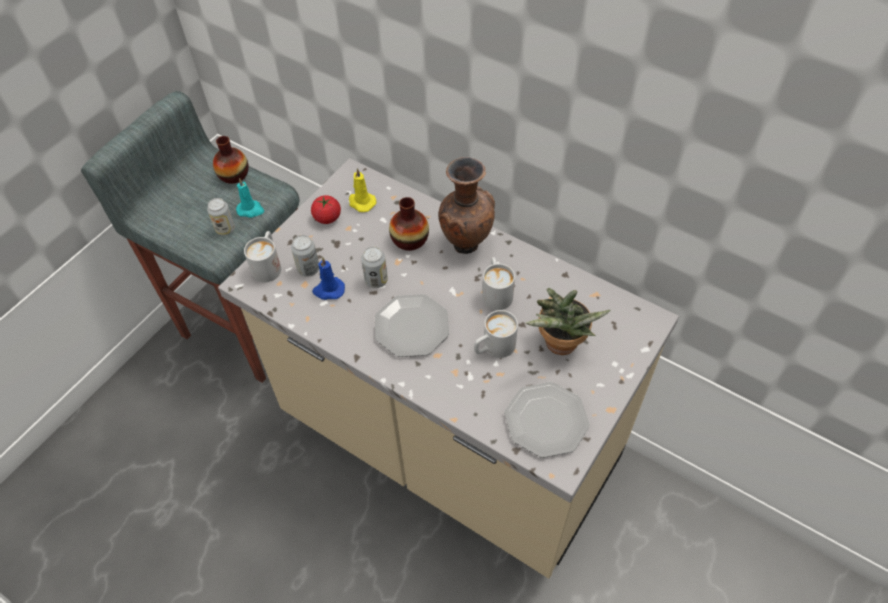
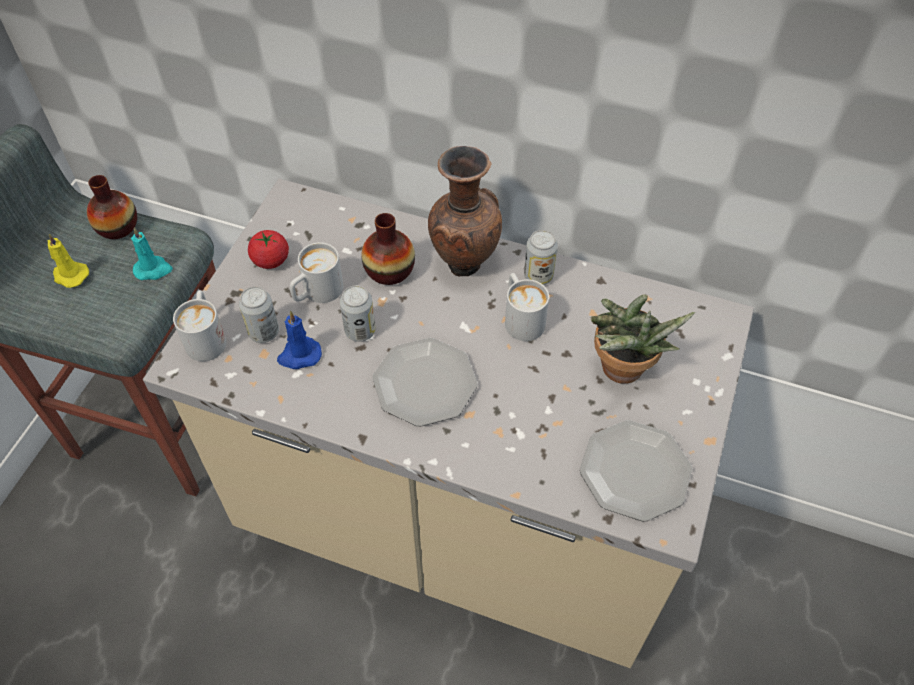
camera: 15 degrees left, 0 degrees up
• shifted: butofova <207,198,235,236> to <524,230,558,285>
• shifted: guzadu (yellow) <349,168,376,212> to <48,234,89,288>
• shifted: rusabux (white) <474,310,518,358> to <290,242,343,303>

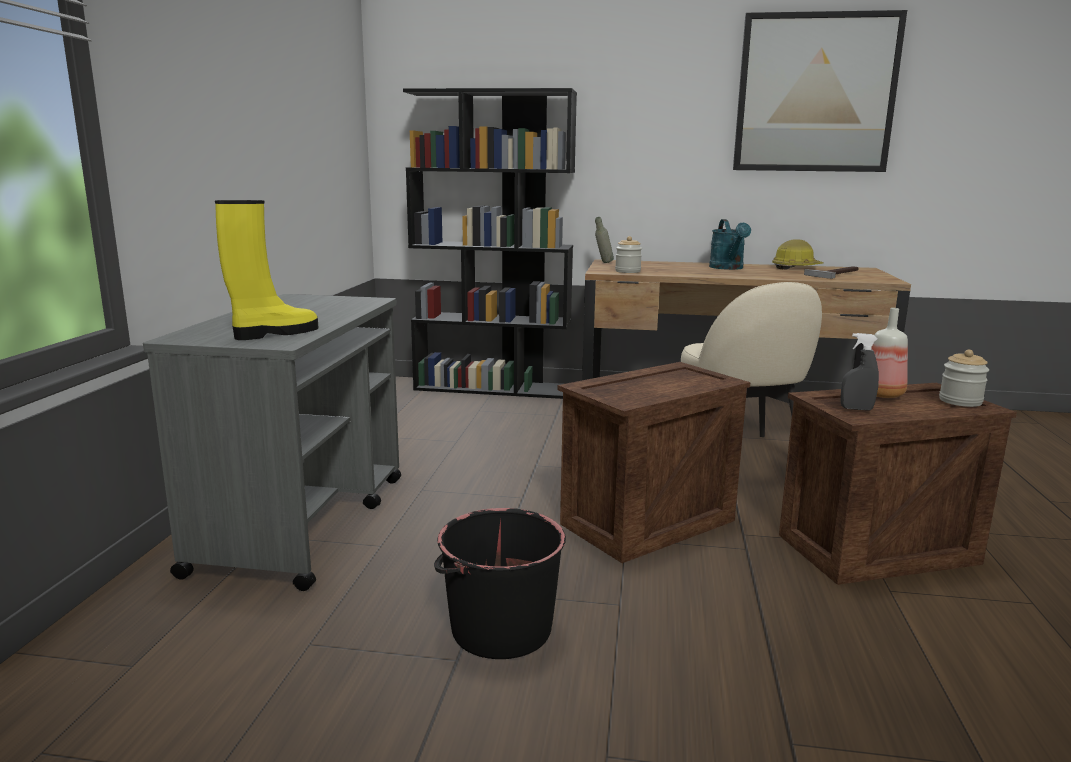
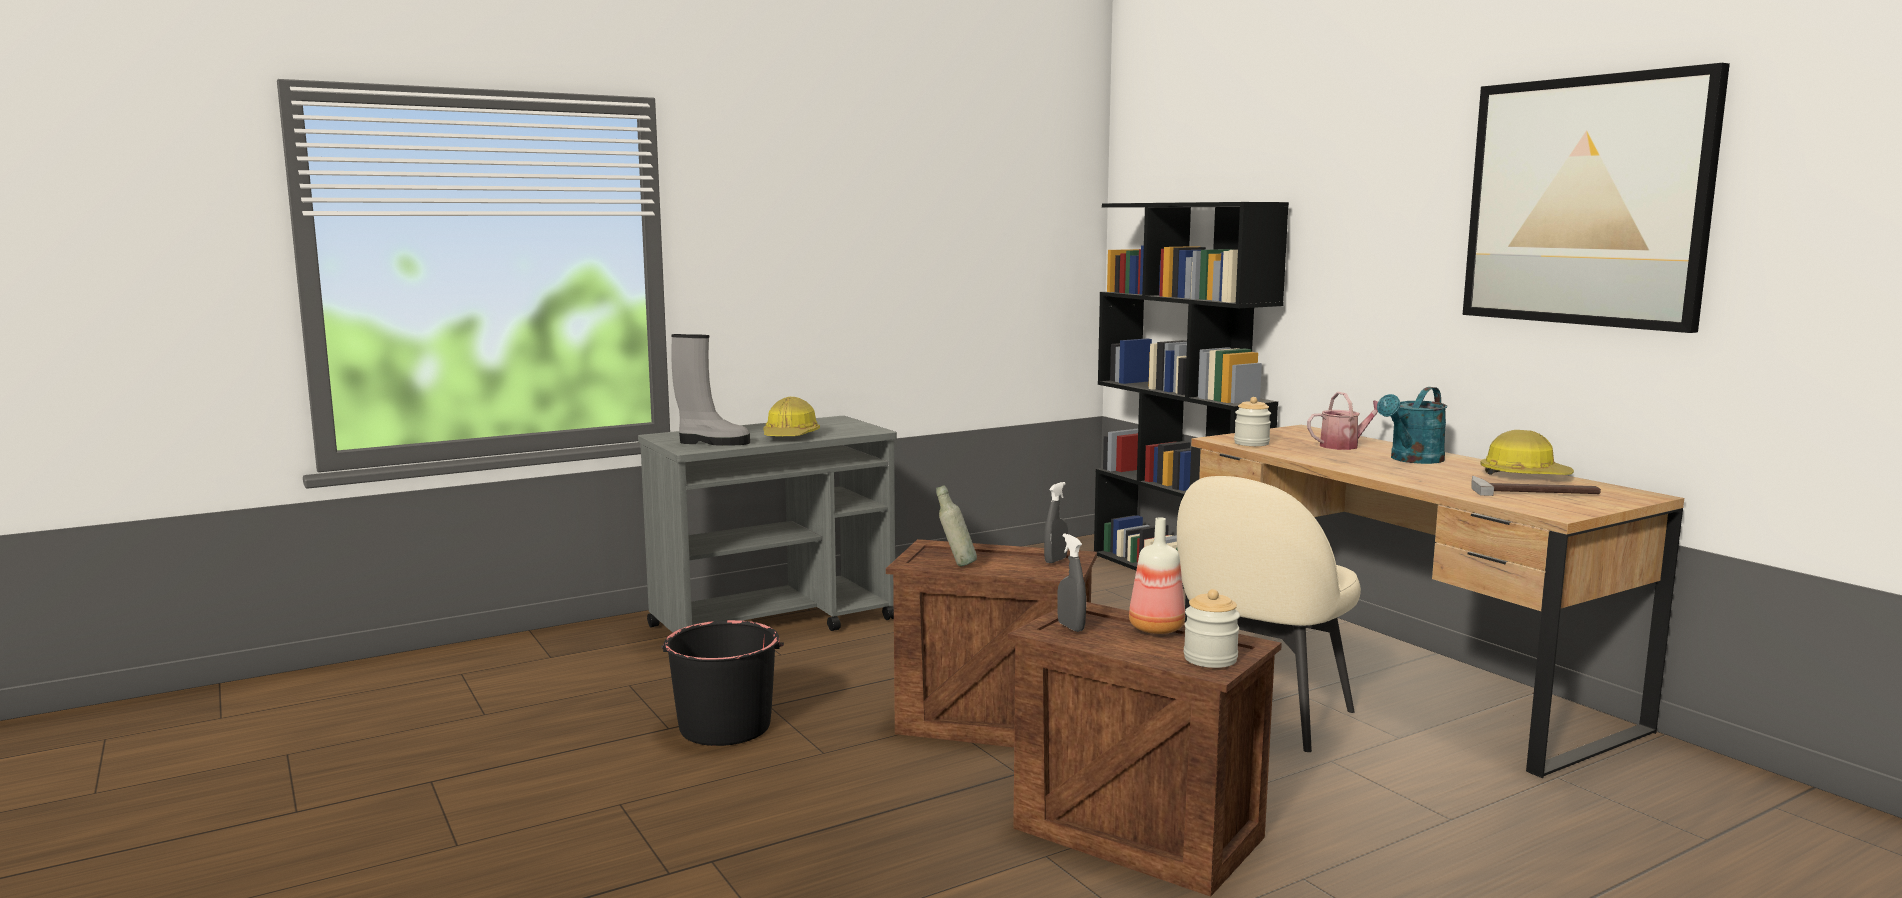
camera: 50 degrees right, 5 degrees down
• repainted: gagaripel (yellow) <215,200,318,340> to gagaripel (grey) <671,334,750,446>
• shifted: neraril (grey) <595,217,614,263> to <936,485,977,566>
• new: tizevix <763,397,820,436>
• new: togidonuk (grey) <1044,482,1068,563>
• new: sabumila <1307,392,1378,450>

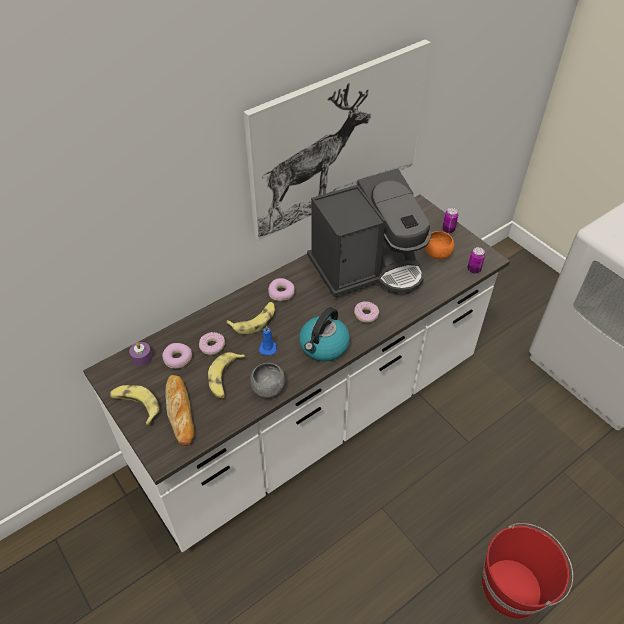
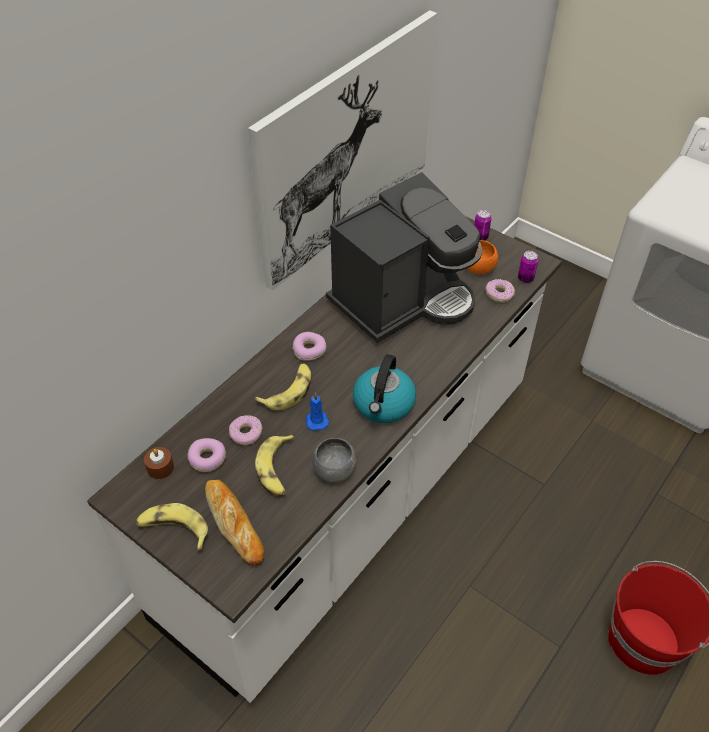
camera: 15 degrees left, 0 degrees up
• repainted: guzadu (purple) <129,342,152,366> to guzadu (brown) <144,447,174,479>
• shifted: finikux <354,301,379,323> to <485,279,515,303>

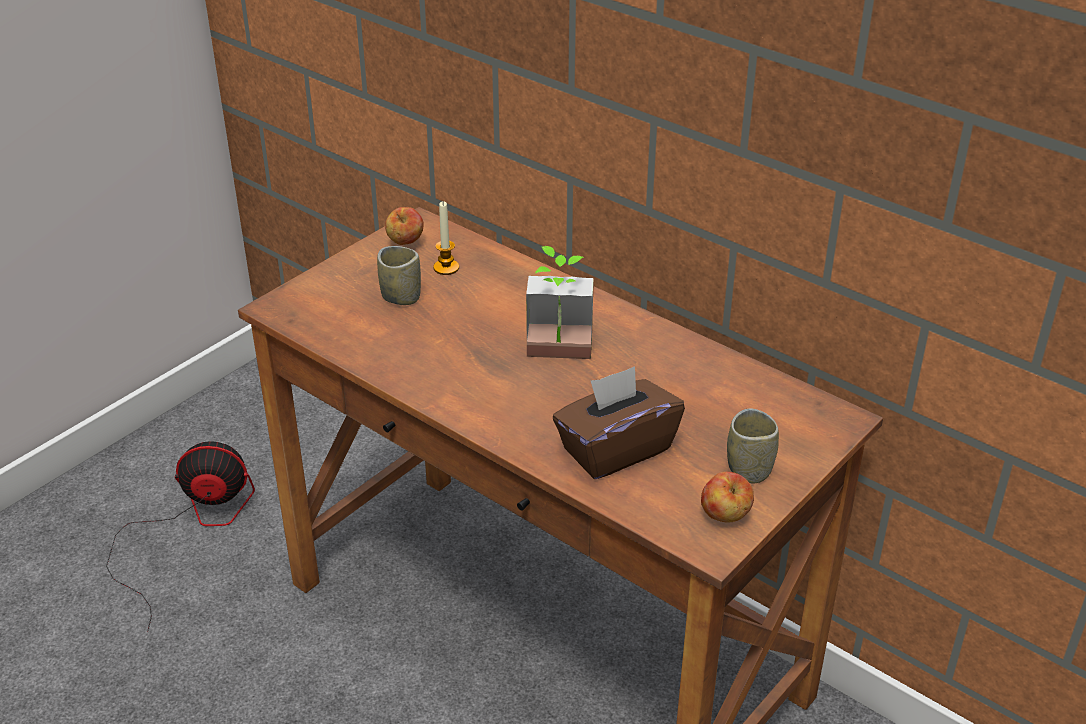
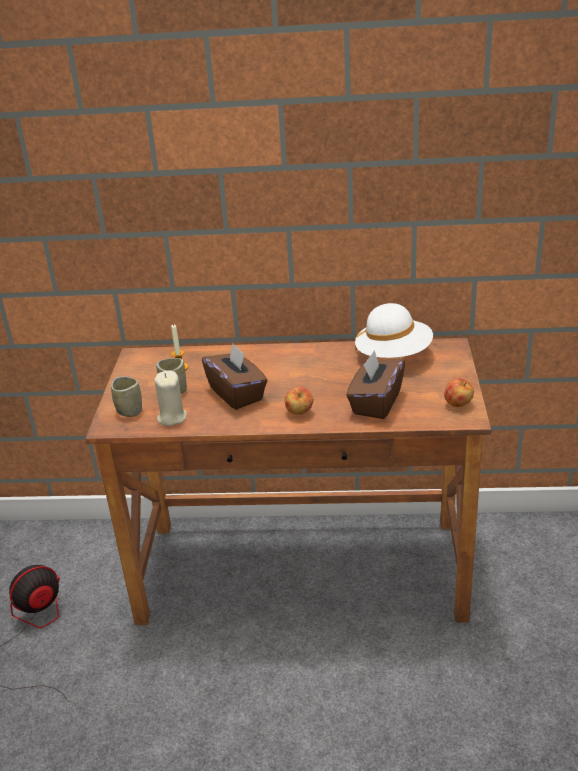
camera: 35 degrees left, 5 degrees down
• shifted: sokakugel <385,207,424,245> to <285,387,313,415>
• gone: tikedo <526,246,594,359>
• shifted: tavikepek <727,408,779,483> to <111,377,142,417>
• new: guzadu (beige) <154,370,187,426>
• new: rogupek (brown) <202,344,268,410>
• new: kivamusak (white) <355,303,433,358>

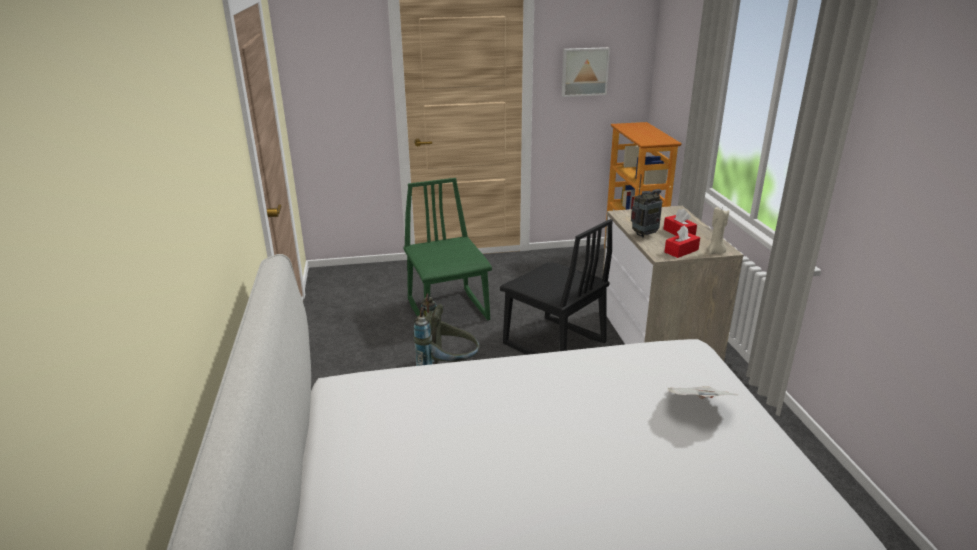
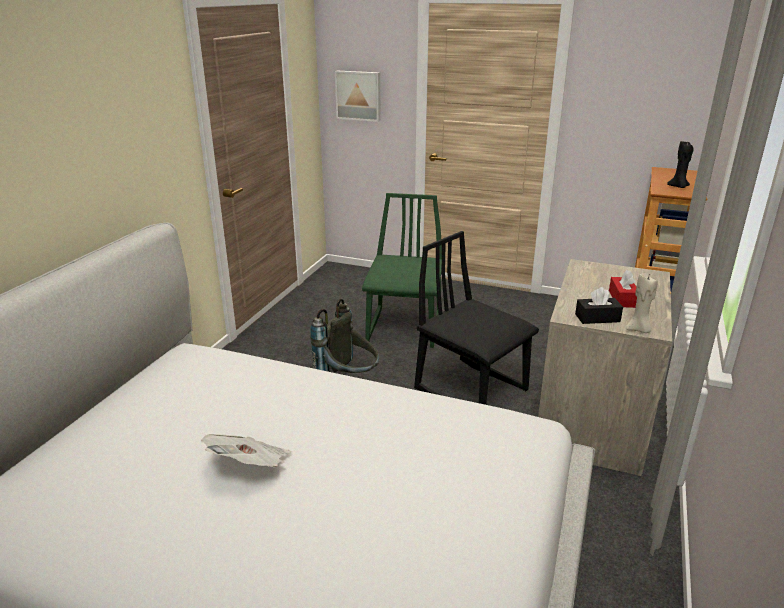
camera: 30 degrees right, 0 degrees up
• rotated: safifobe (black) <500,219,613,355> = <414,231,539,405> 150 degrees clockwise
• shifted: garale <562,47,610,97> to <335,71,381,122>
• gone: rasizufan <631,174,662,238>
• repainted: rogupek (red) <665,225,700,258> to rogupek (black) <575,287,623,324>
• shifted: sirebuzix <667,386,738,399> to <201,434,291,467>
• new: guzadu (black) <667,141,693,188>

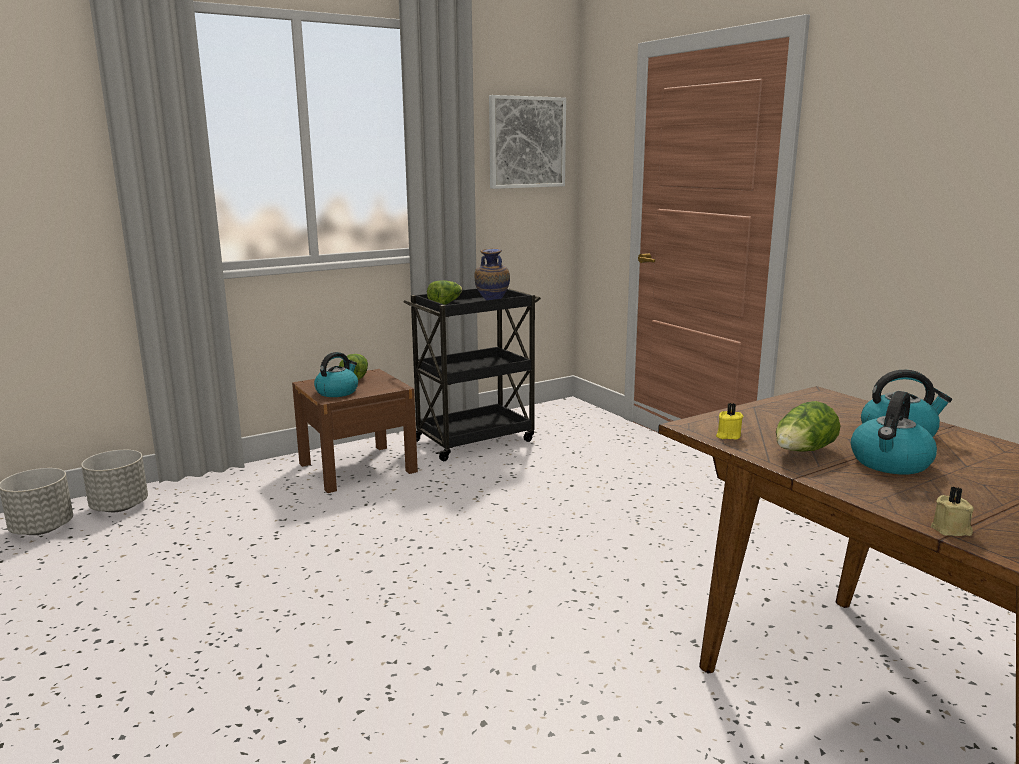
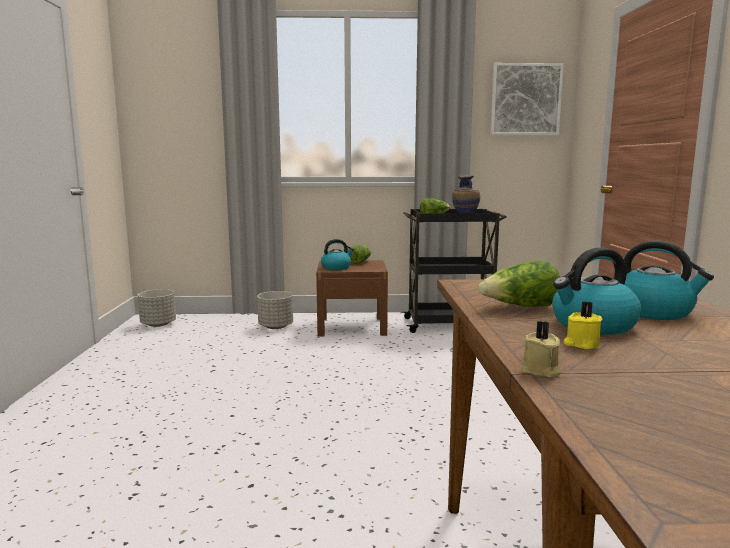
camera: 30 degrees right, 5 degrees down
• shifted: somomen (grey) <81,450,148,512> to <257,291,293,329>
• shifted: guzadu (yellow) <716,403,744,439> to <564,301,603,349>

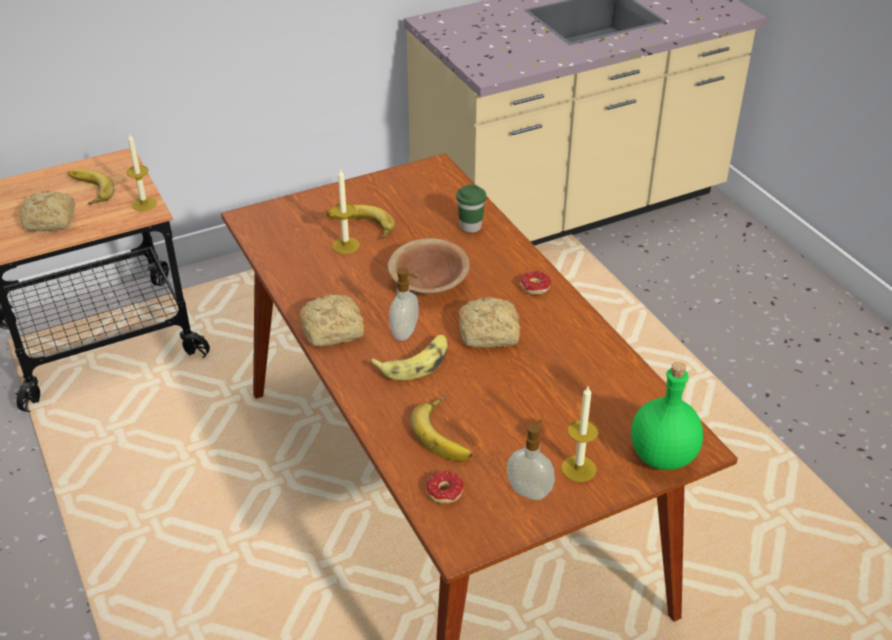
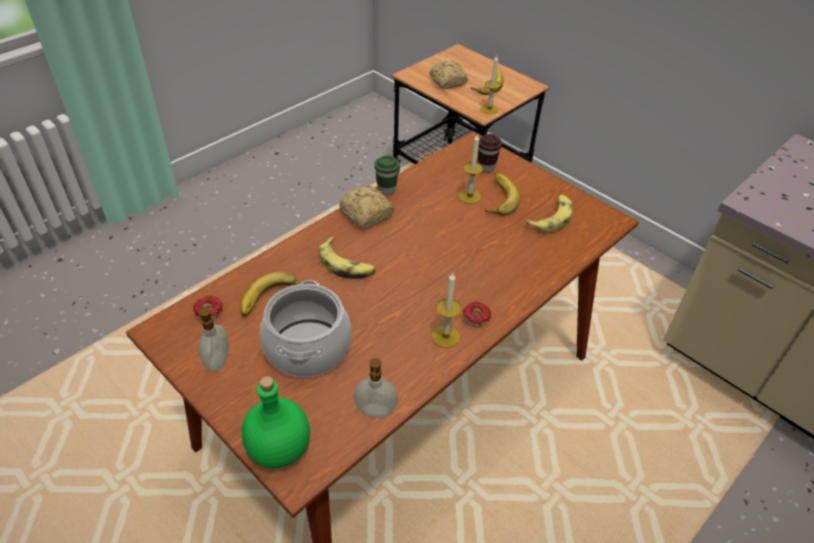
camera: 70 degrees right, 5 degrees up
• gone: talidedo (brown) <388,238,470,294>
• shifted: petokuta <389,267,419,341> to <353,358,398,417>
• shifted: tavikepek (green) <456,185,486,233> to <374,155,400,195>
• gone: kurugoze <459,297,520,348>
• shifted: guzadu <561,385,599,482> to <432,273,461,348>
• new: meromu <260,280,351,377>
• new: tavikepek (brown) <478,134,502,173>
• new: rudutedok <526,195,573,232>

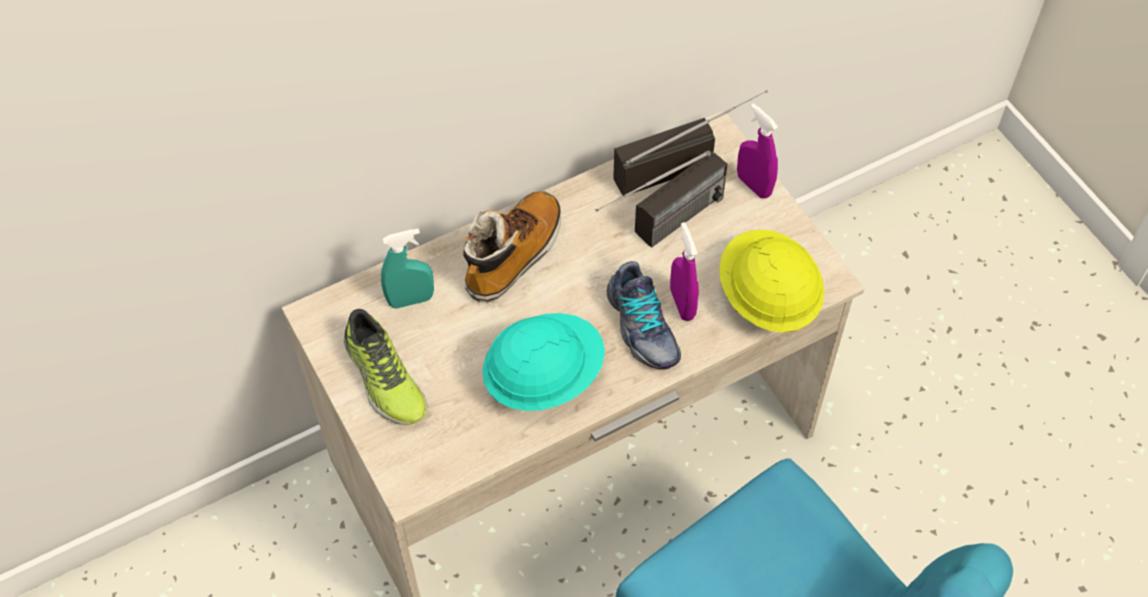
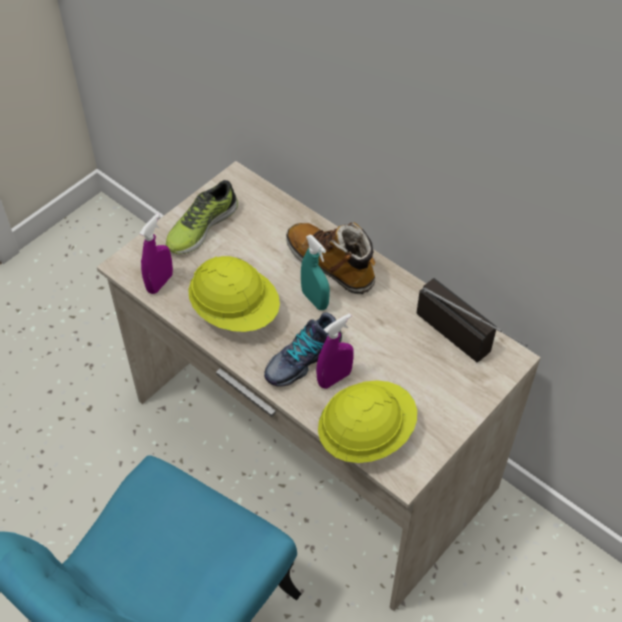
camera: 70 degrees right, 5 degrees down
• shifted: togidonuk (turquoise) <381,228,434,309> to <301,235,330,310>
• rotated: gagaripel <463,191,561,303> = <286,222,375,294> 150 degrees counterclockwise
• repainted: tizevix (turquoise) <482,313,605,411> to tizevix (yellow) <188,256,280,332>
• gone: rasizufan <596,151,728,248>
• shifted: togidonuk (purple) <737,103,778,198> to <139,213,173,294>

